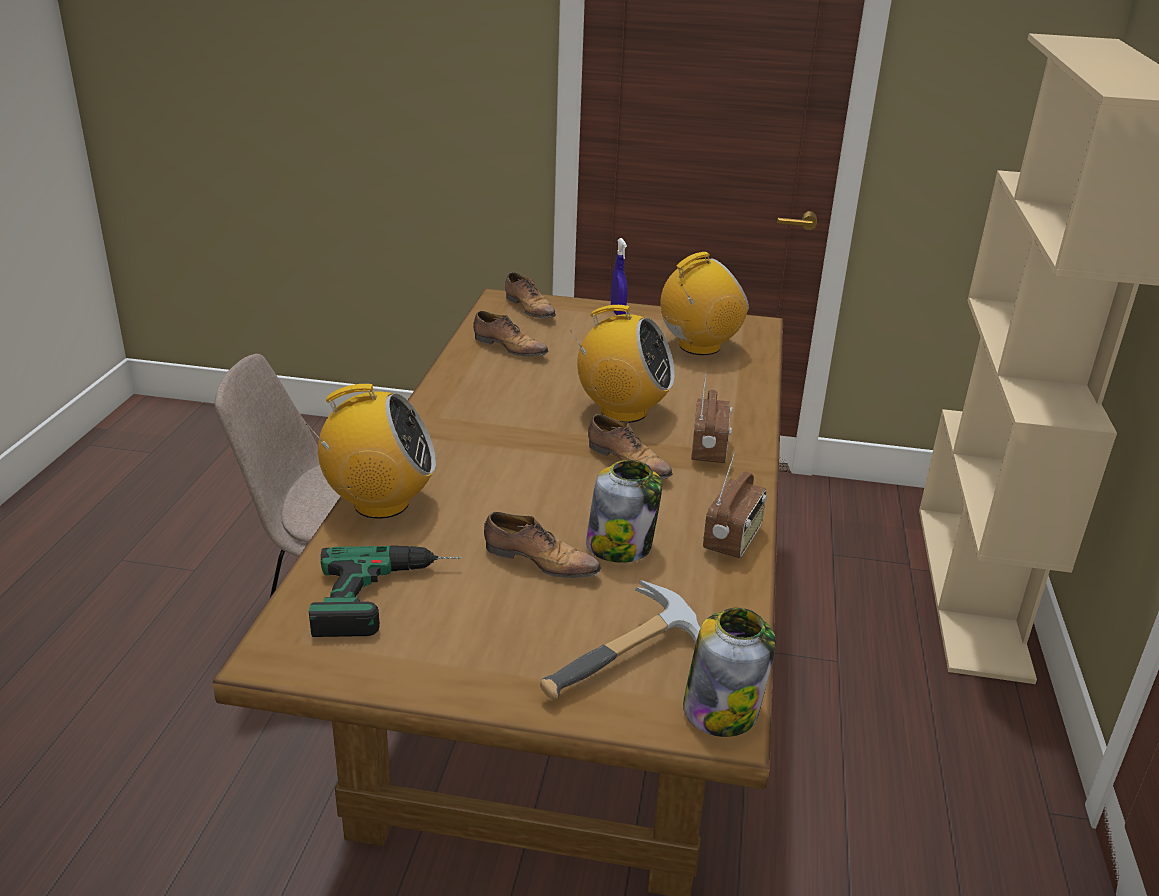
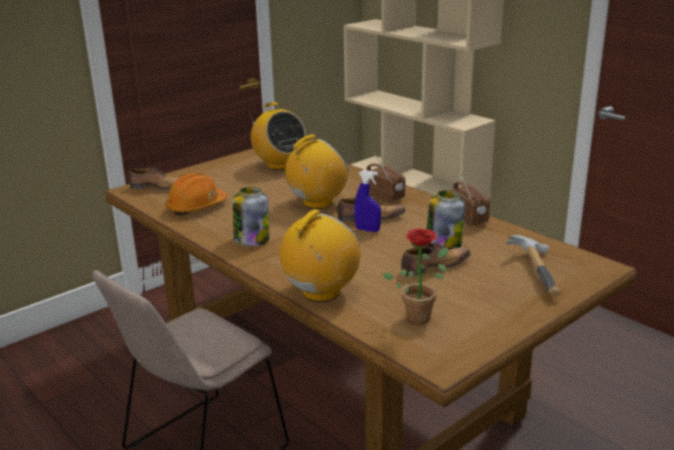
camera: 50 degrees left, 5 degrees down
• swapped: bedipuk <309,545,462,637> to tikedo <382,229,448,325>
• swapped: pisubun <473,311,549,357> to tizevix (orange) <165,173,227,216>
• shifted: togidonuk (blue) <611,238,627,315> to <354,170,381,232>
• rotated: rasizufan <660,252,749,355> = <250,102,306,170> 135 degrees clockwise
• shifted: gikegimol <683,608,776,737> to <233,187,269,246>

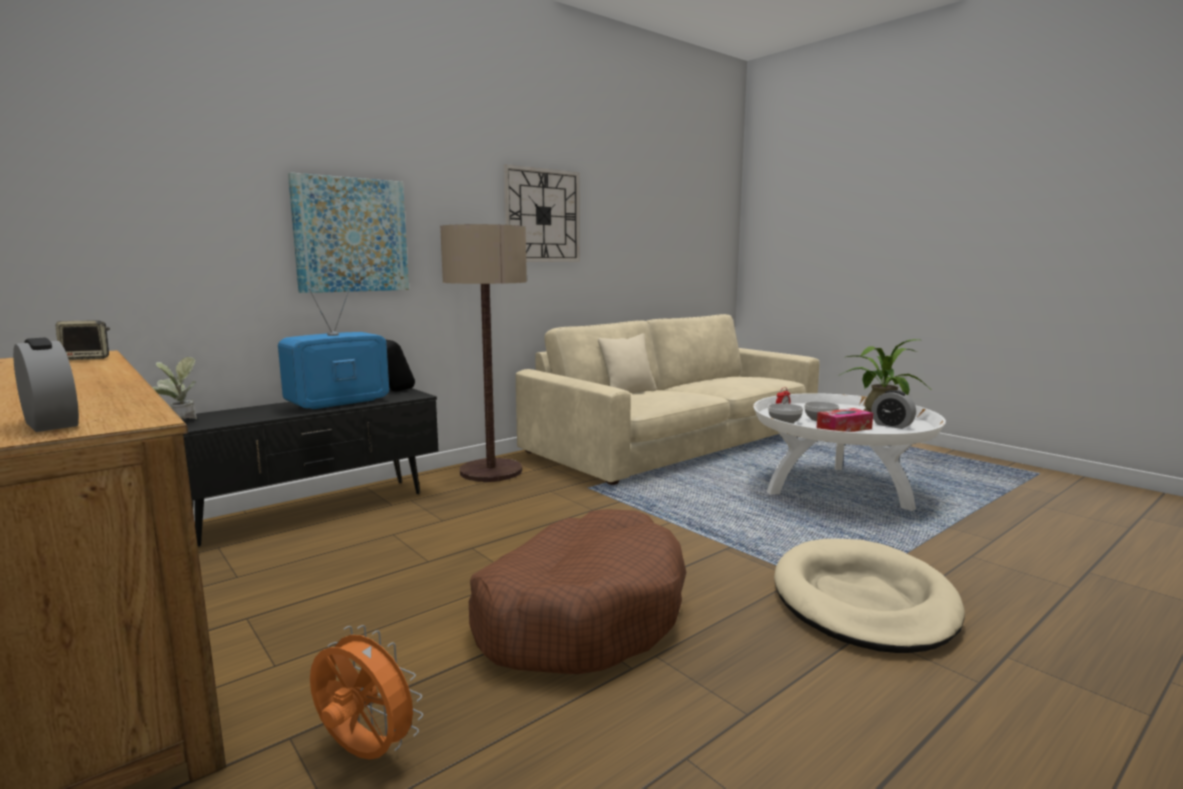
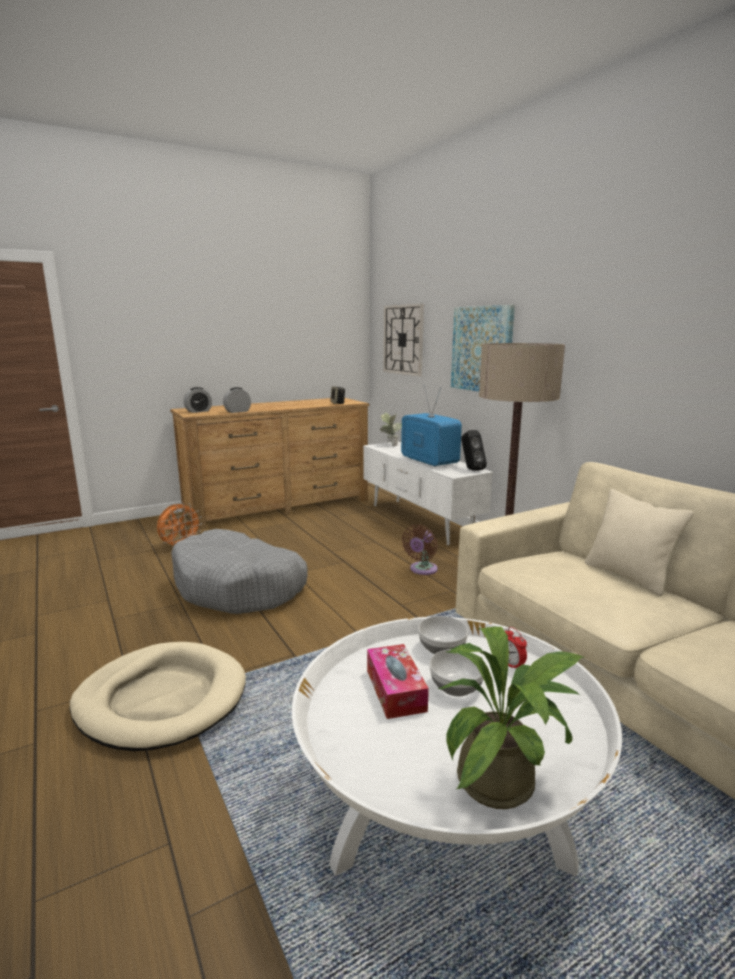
camera: 100 degrees right, 5 degrees up
• repainted: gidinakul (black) <181,388,438,547> to gidinakul (white) <363,441,493,545>
• repainted: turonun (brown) <469,509,686,674> to turonun (grey) <171,529,308,614>
• shifted: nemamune <503,165,580,261> to <383,304,424,376>
• shifted: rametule <871,390,916,429> to <223,387,251,413>
• new: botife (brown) <402,525,438,575>

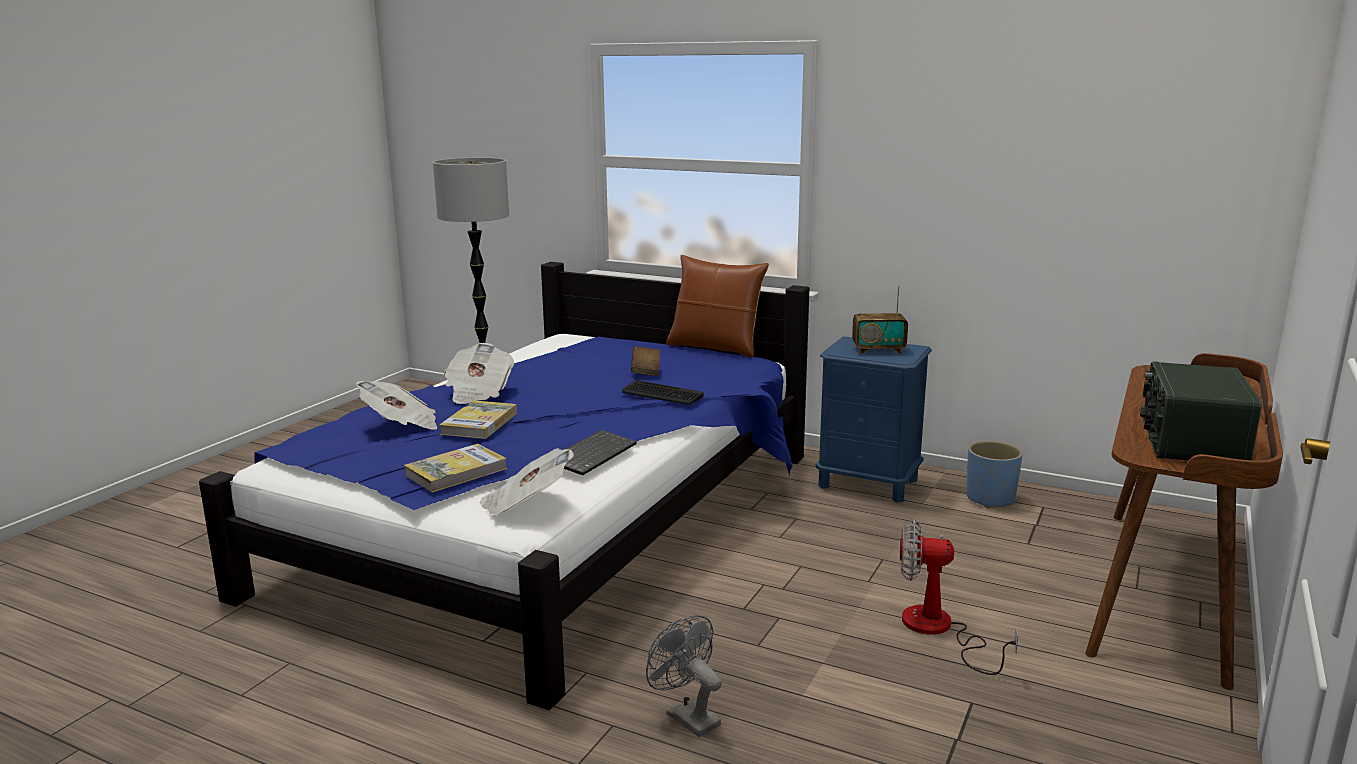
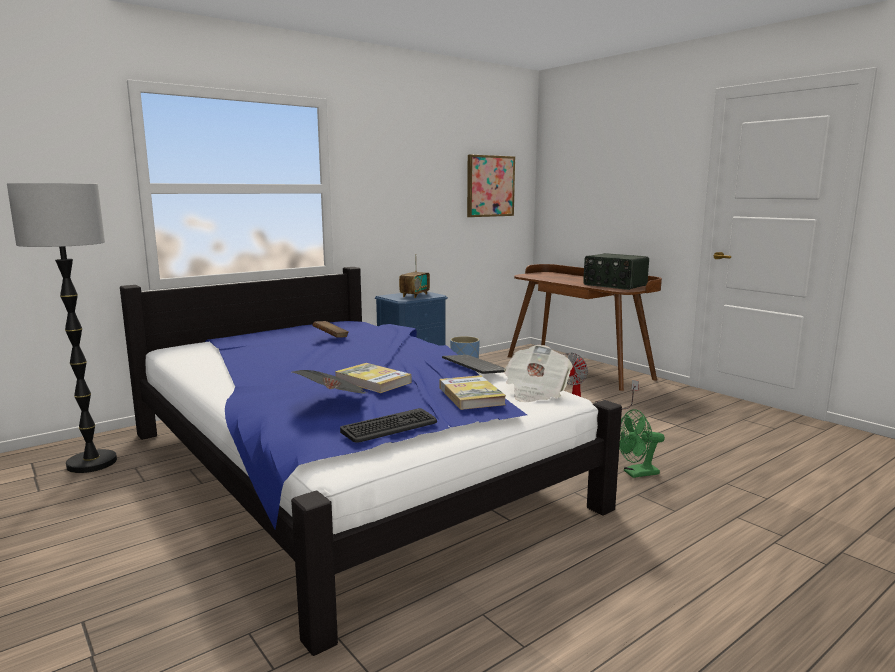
camera: 65 degrees left, 5 degrees down
• gone: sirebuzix <444,343,514,404>
• shifted: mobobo <622,380,704,405> to <340,408,437,442>
• repainted: botife (grey) <646,615,722,737> to botife (green) <619,409,665,478>
• gone: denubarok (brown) <666,255,769,358>
• new: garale <467,154,515,217>

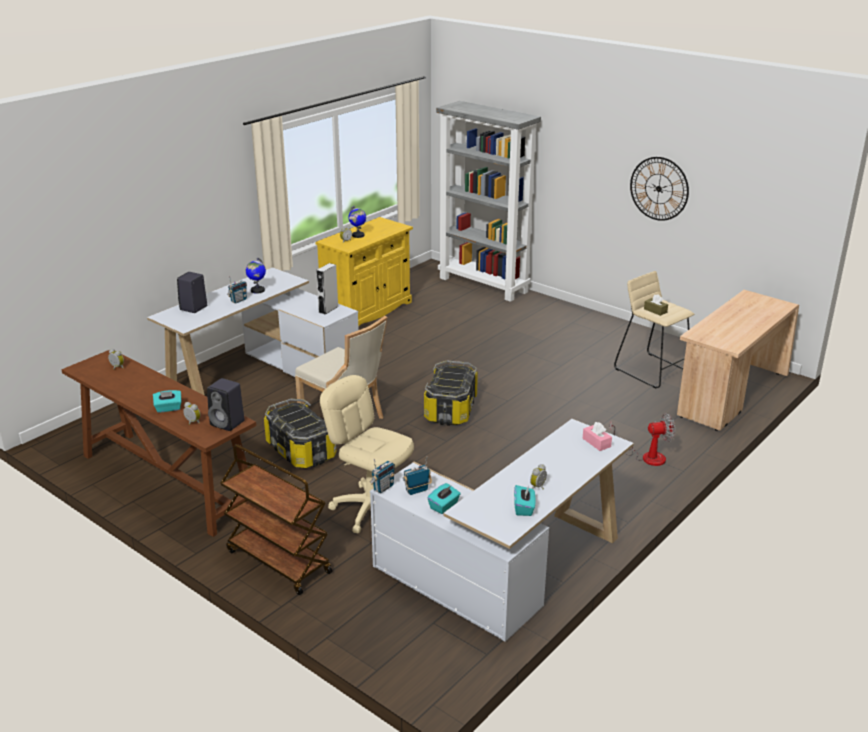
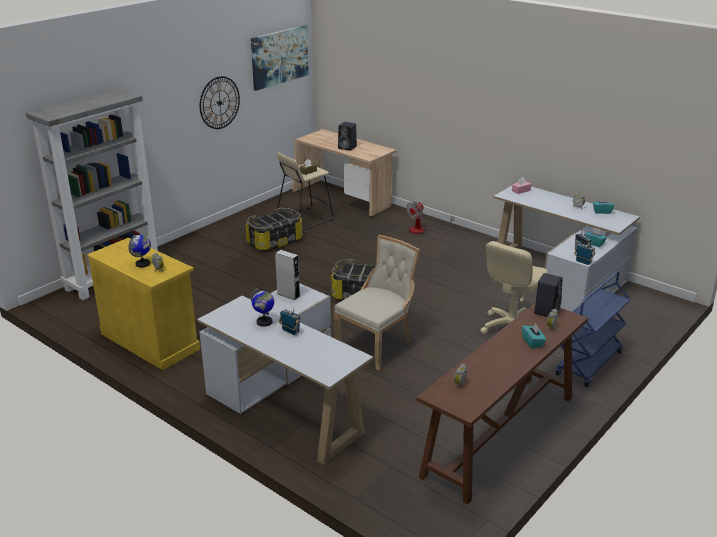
camera: 90 degrees left, 0 degrees up
• shifted: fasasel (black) <177,272,207,313> to <338,122,357,151>
• repainted: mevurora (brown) <220,444,333,595> to mevurora (blue) <555,271,631,387>
• shifted: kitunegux <264,399,336,469> to <245,208,302,251>
• rotated: botife <610,413,675,466> = <406,201,454,234> 135 degrees counterclockwise
• new: garale <251,25,309,91>

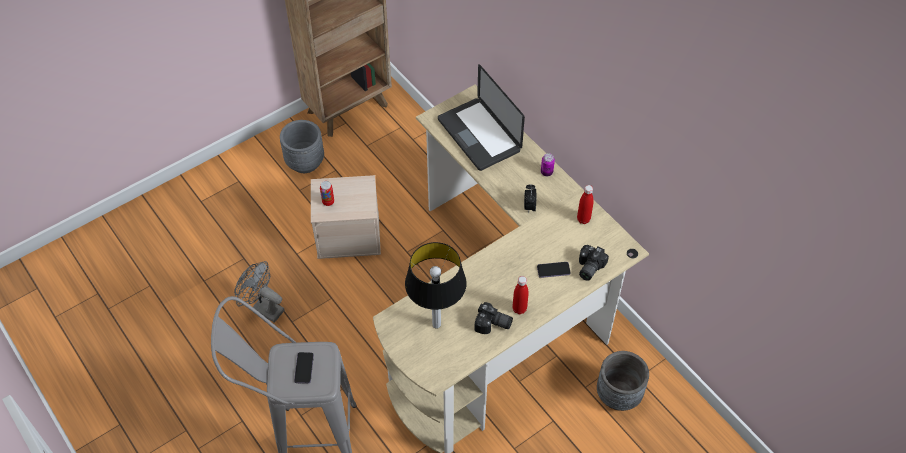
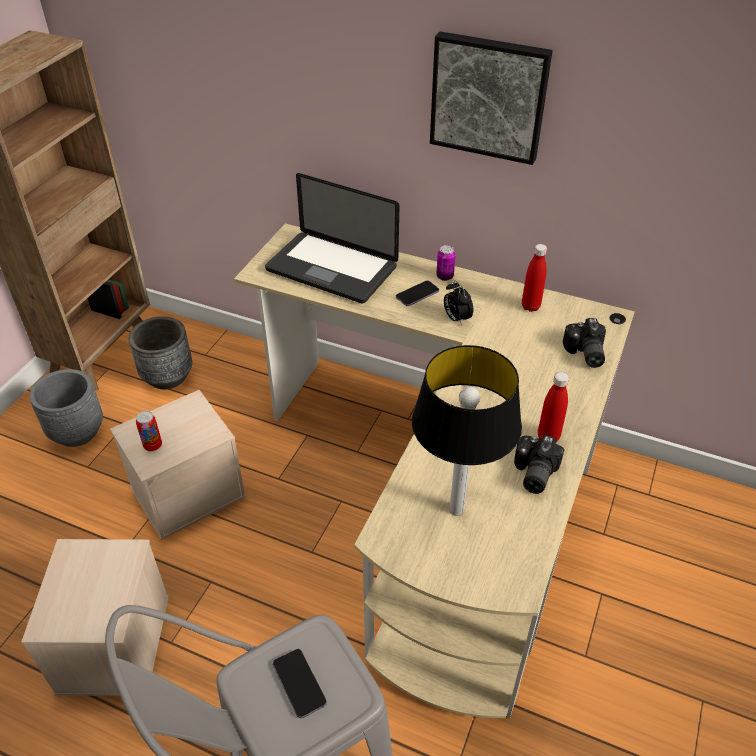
camera: 30 degrees left, 10 degrees down
• swapped: botife (grey) <234,261,285,323> to kitunegux (beige) <21,539,169,696>
• rotated: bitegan <475,302,513,334> = <514,435,564,494> 120 degrees clockwise
• shifted: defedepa <537,262,571,278> to <396,280,439,306>
• shifted: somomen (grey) <597,351,649,411> to <129,316,192,389>
• new: garale <430,32,553,165>

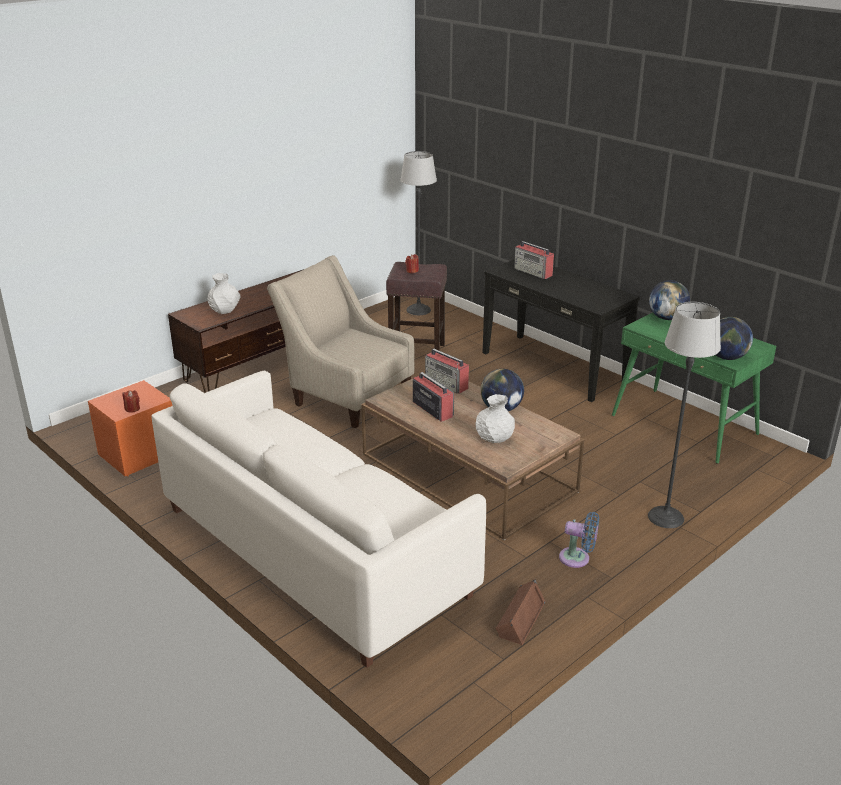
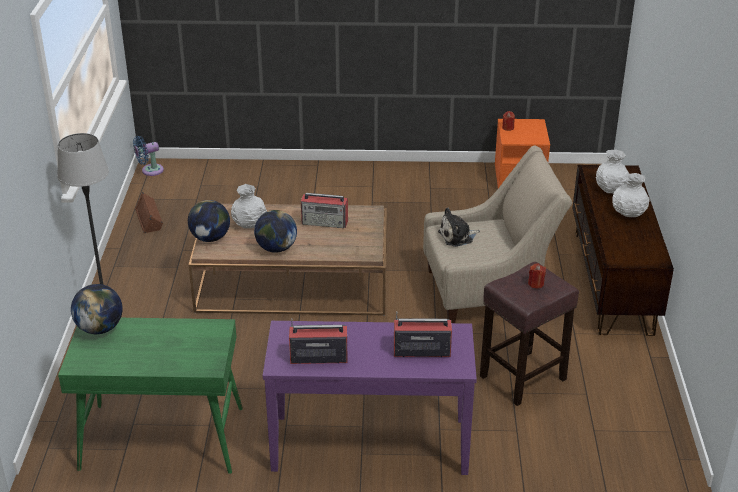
camera: 135 degrees right, 5 degrees up
• gone: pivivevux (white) <151,371,486,668>
• gone: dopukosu <400,151,437,315>
• shifted: rasizufan <425,349,469,394> to <289,318,348,364>
• repainted: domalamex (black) <483,259,640,402> to domalamex (purple) <262,321,477,475>
• shifted: botife (blue) <559,512,599,568> to <133,136,164,176>
• shifted: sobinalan <649,280,690,320> to <188,200,230,242>
• new: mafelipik <438,208,480,247>
• new: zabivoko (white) <612,173,650,217>

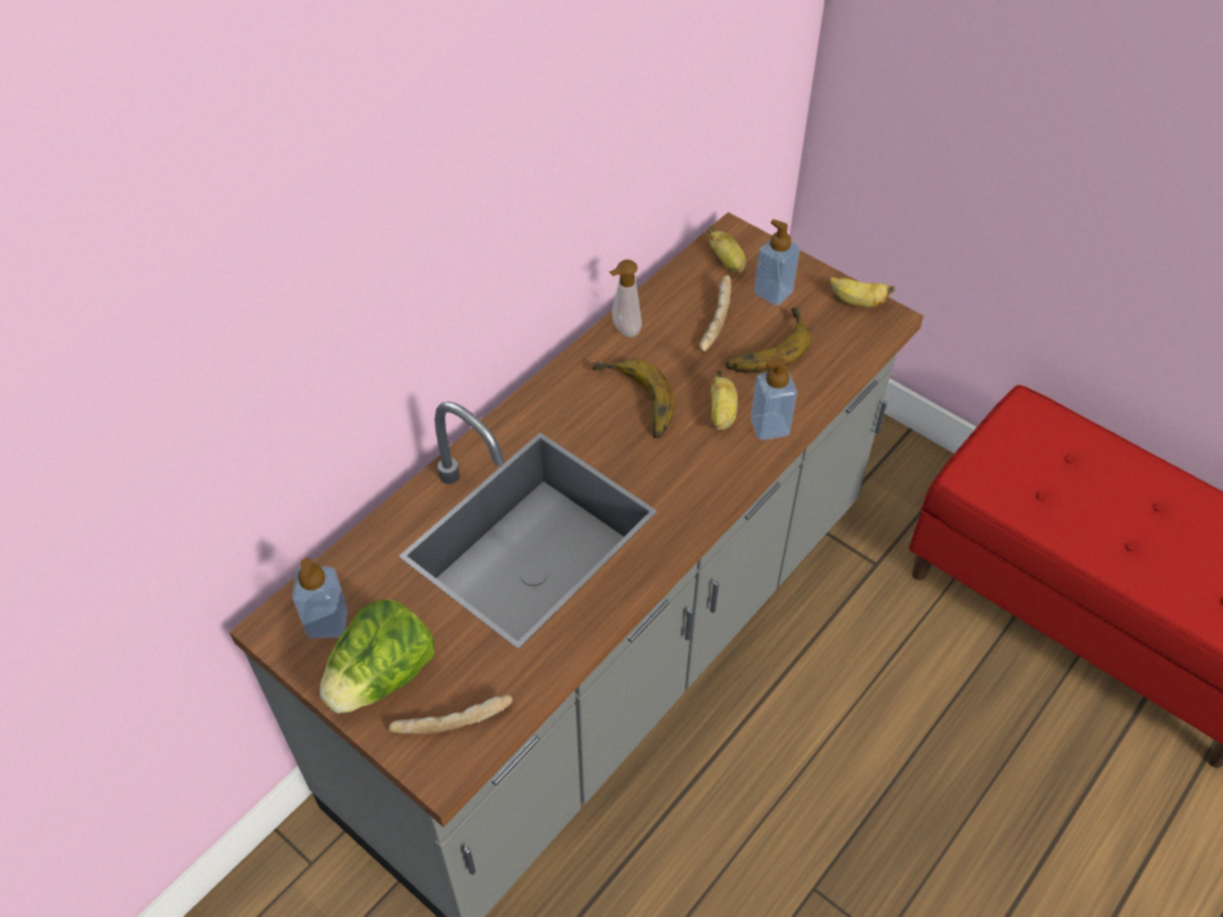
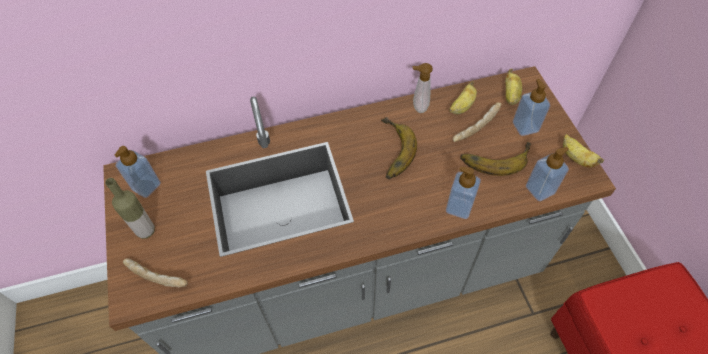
camera: 35 degrees right, 5 degrees up
• swapped: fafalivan <320,599,435,713> to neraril <105,178,155,239>
• shifted: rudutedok <711,369,738,430> to <449,81,477,114>
• new: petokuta <526,147,569,201>

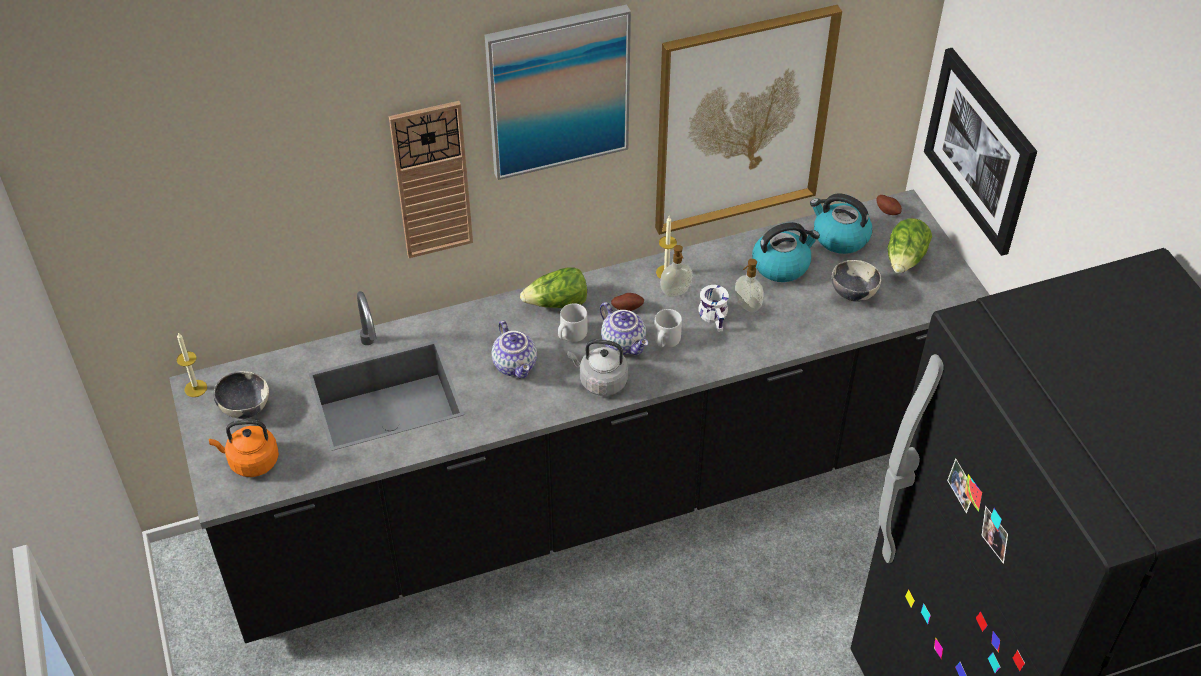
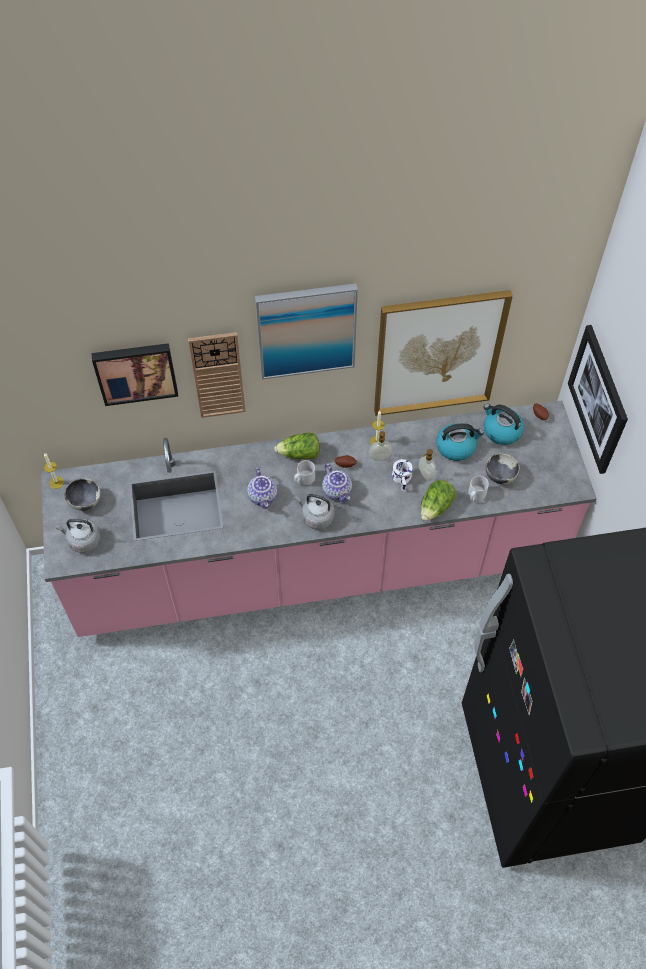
camera: 10 degrees right, 10 degrees up
• repainted: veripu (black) <169,189,990,643> to veripu (pink) <41,401,597,637>
• repainted: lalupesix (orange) <209,420,279,477> to lalupesix (grey) <56,519,100,553>
• shifted: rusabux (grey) <654,309,682,348> to <468,476,489,501>
• shifted: fafalivan <888,218,932,273> to <421,480,456,521>
• new: garale <91,343,178,406>

